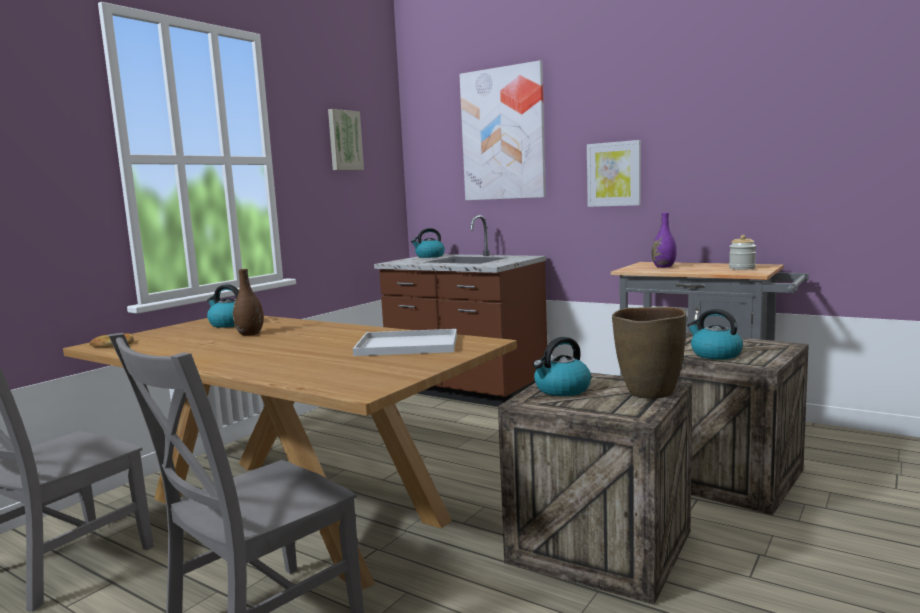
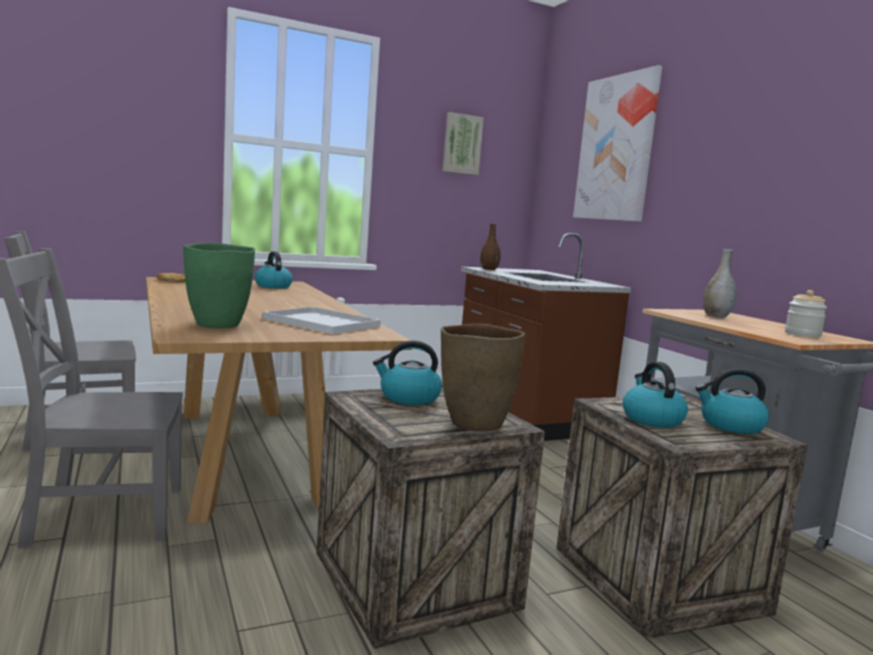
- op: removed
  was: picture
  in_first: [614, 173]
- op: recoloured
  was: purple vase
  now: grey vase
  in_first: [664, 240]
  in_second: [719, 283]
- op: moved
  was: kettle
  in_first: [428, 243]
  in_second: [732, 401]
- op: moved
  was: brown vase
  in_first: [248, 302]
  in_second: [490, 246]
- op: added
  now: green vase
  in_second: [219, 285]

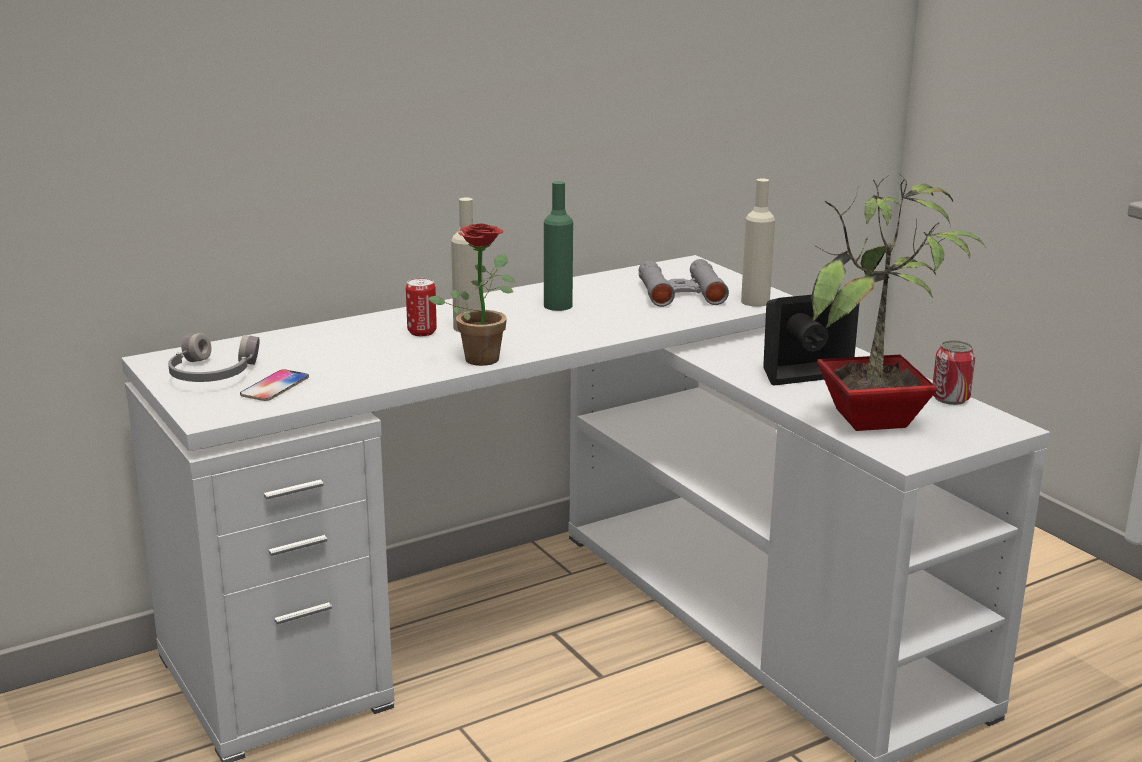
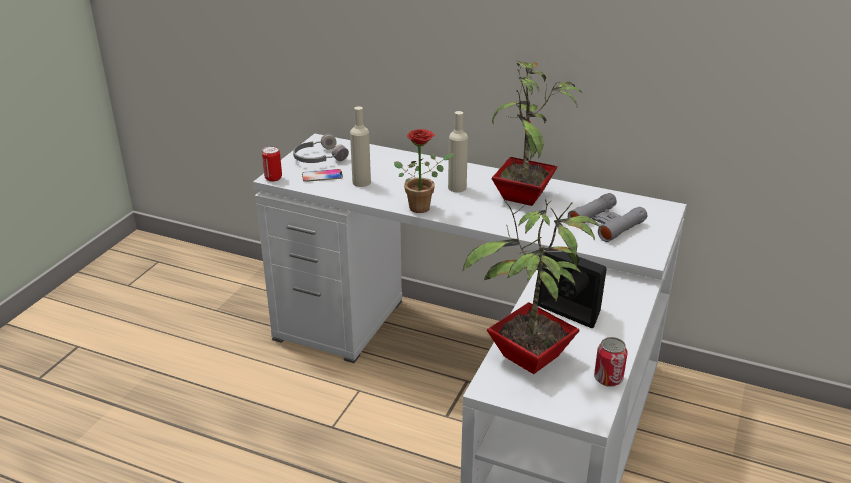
- op: moved
  was: beige bottle
  in_first: [758, 242]
  in_second: [360, 146]
- op: replaced
  was: green bottle
  now: potted plant
  in_first: [558, 246]
  in_second: [537, 133]
- op: moved
  was: can
  in_first: [421, 307]
  in_second: [272, 164]

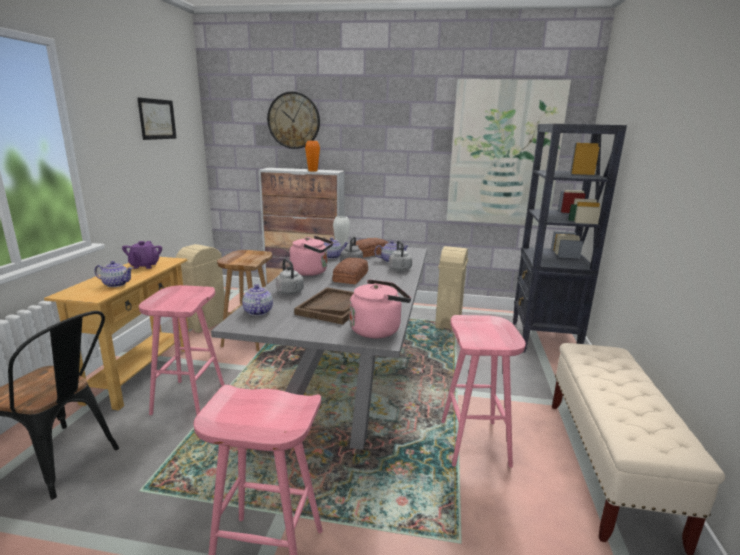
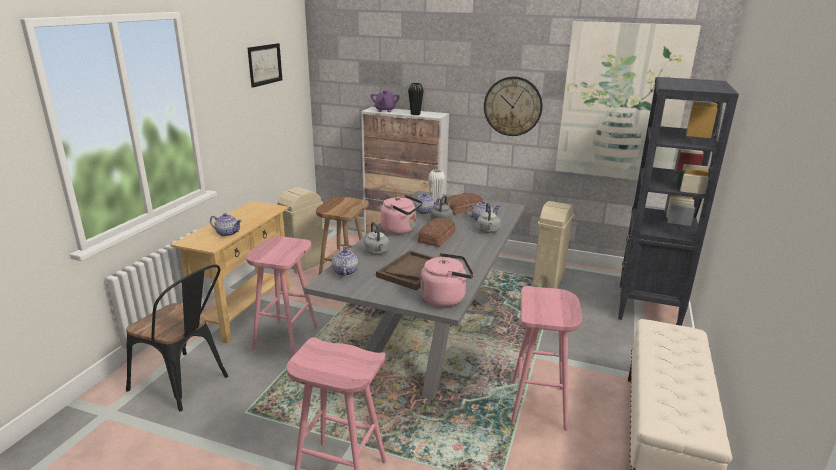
- op: moved
  was: wall clock
  in_first: [293, 120]
  in_second: [513, 106]
- op: recoloured
  was: orange vase
  now: black vase
  in_first: [312, 156]
  in_second: [416, 99]
- op: moved
  was: purple teapot
  in_first: [142, 255]
  in_second: [385, 101]

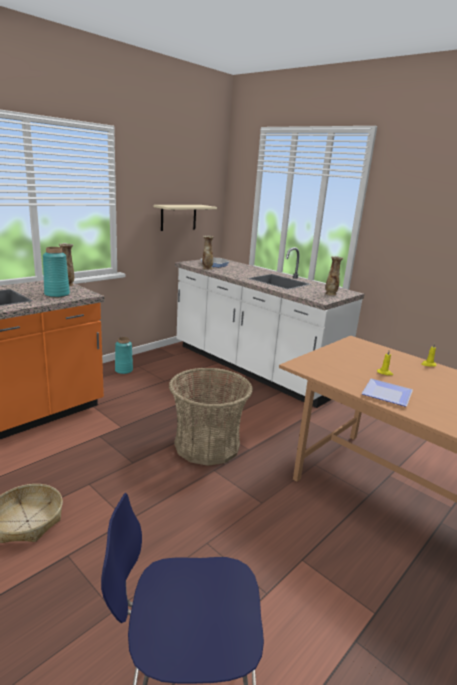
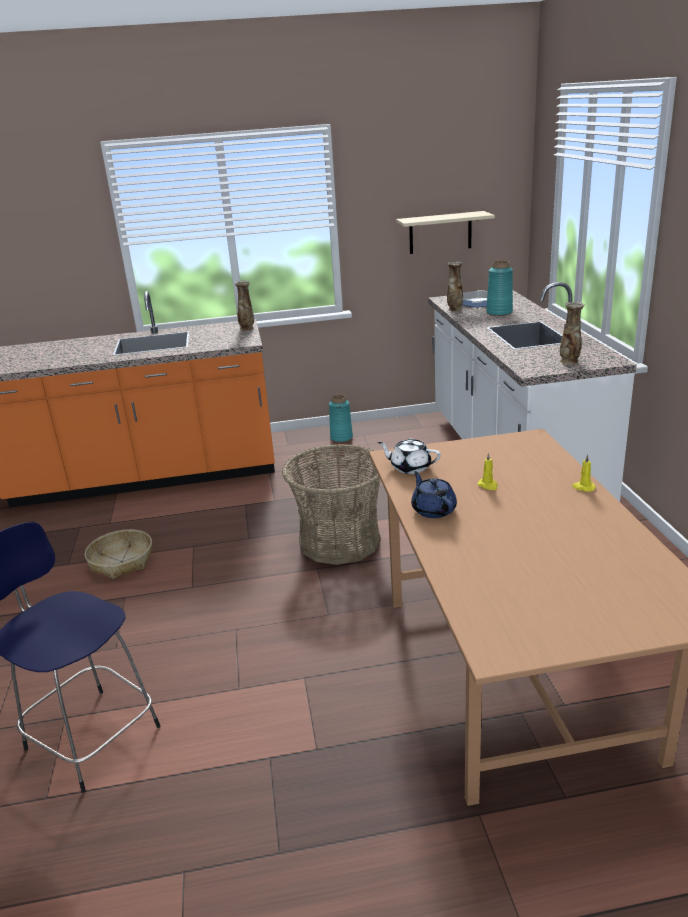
- op: moved
  was: turquoise vase
  in_first: [56, 272]
  in_second: [499, 288]
- op: replaced
  was: plate
  now: blue teapot
  in_first: [387, 393]
  in_second: [434, 494]
- op: added
  now: white teapot
  in_second: [409, 456]

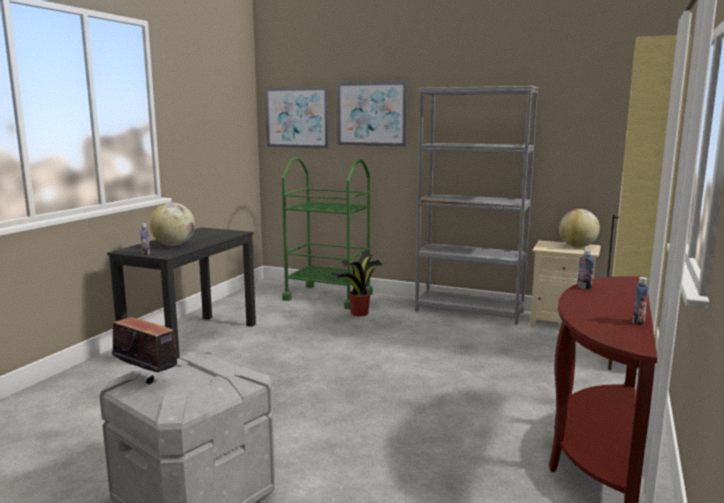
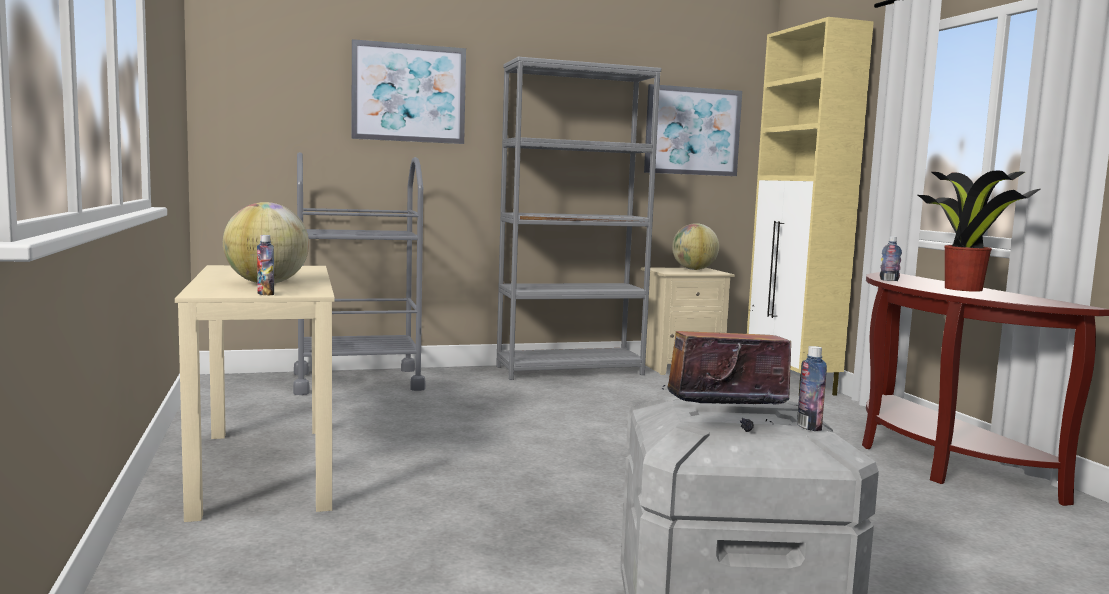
- op: moved
  was: picture
  in_first: [297, 117]
  in_second: [693, 130]
- op: recoloured
  was: green cart
  now: grey cart
  in_first: [327, 233]
  in_second: [359, 273]
- op: recoloured
  was: black desk
  now: beige desk
  in_first: [181, 293]
  in_second: [255, 393]
- op: moved
  was: potted plant
  in_first: [358, 283]
  in_second: [979, 231]
- op: moved
  was: bottle
  in_first: [641, 301]
  in_second: [812, 388]

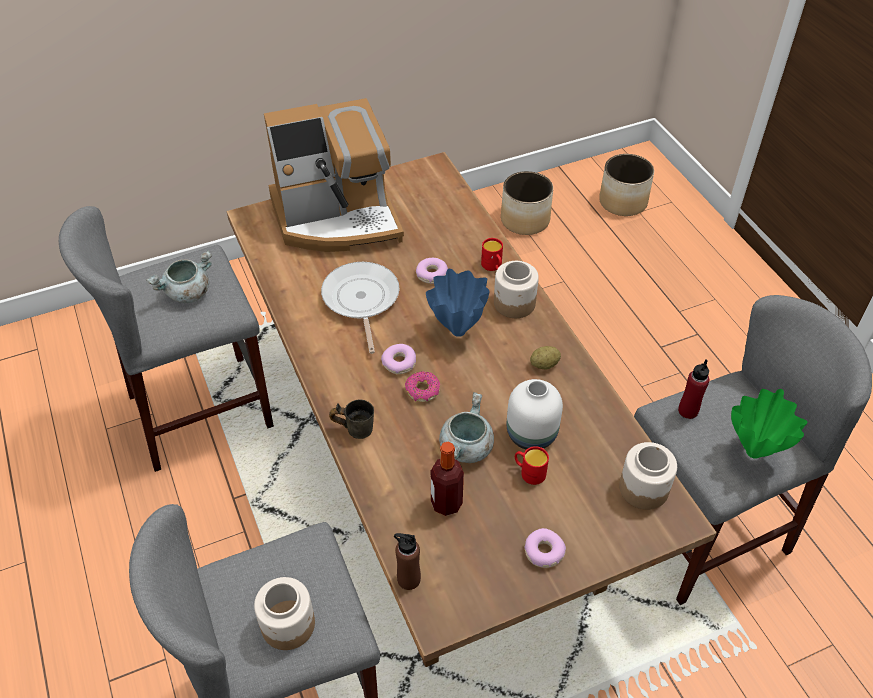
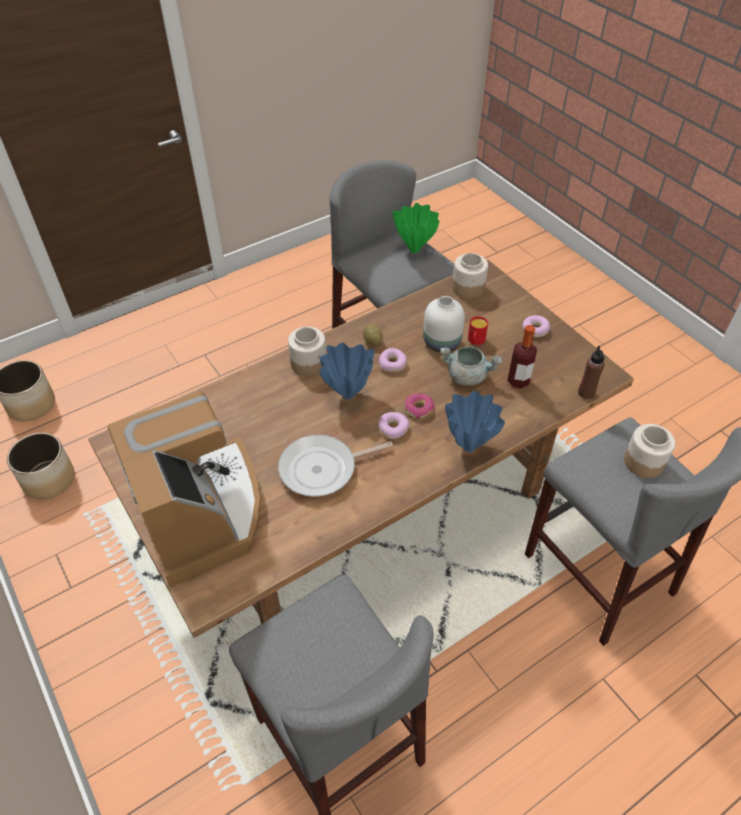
- op: removed
  was: red mug
  in_first: [492, 254]
- op: removed
  was: grey cooking pot
  in_first: [179, 276]
- op: moved
  was: donut
  in_first: [432, 271]
  in_second: [393, 360]
- op: removed
  was: red bottle
  in_first: [693, 389]
- op: replaced
  was: grey mug
  now: blue vase
  in_first: [351, 419]
  in_second: [475, 421]

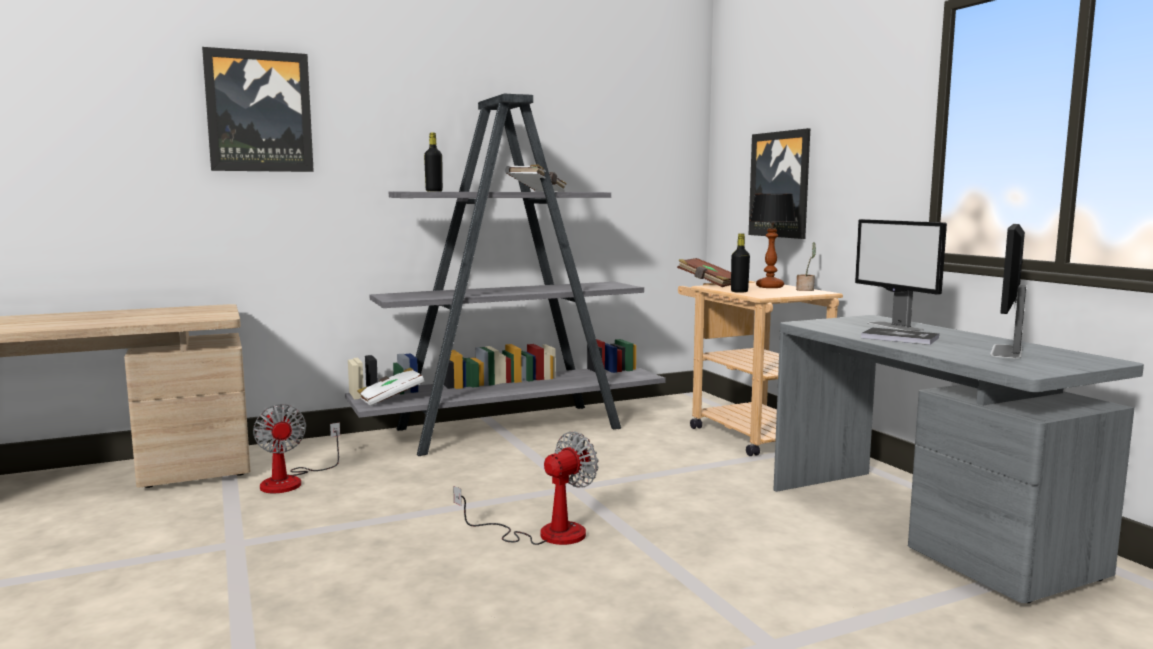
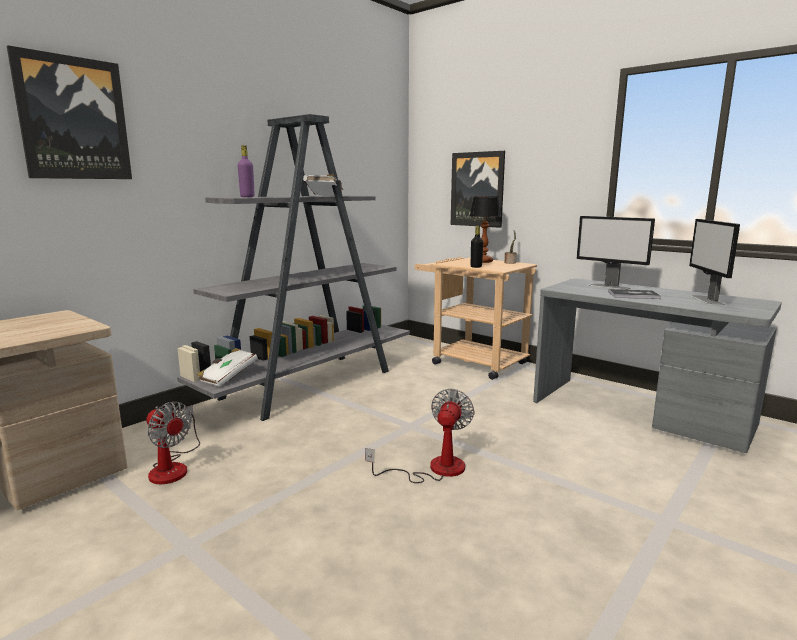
- op: recoloured
  was: black bottle
  now: purple bottle
  in_first: [433, 162]
  in_second: [246, 171]
- op: removed
  was: brown book
  in_first: [704, 272]

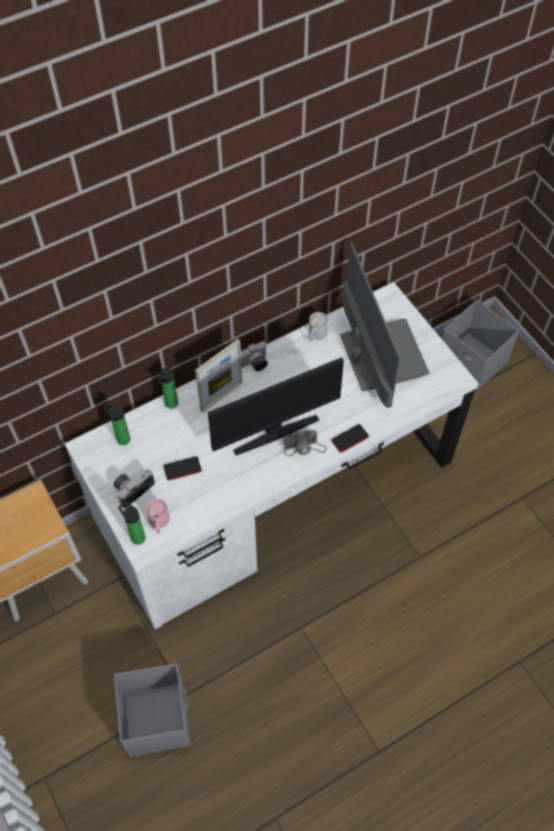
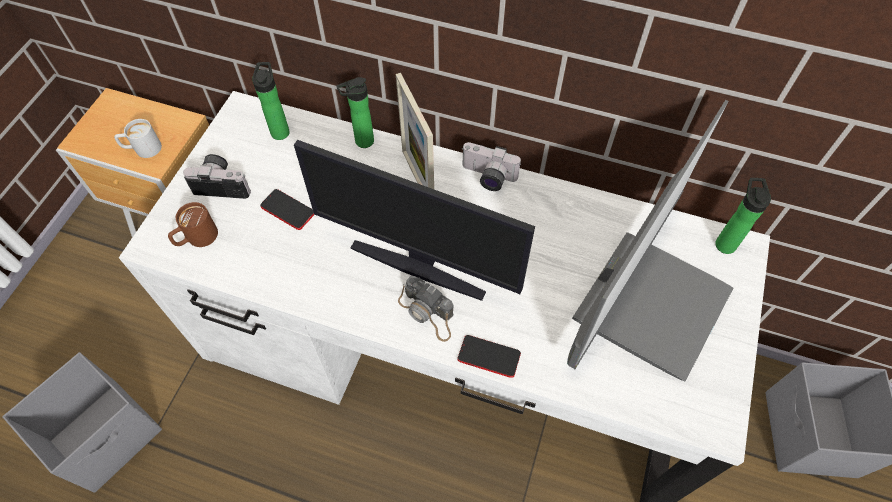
- op: moved
  was: white mug
  in_first: [318, 327]
  in_second: [138, 138]
- op: turned
  was: picture frame
  in_first: [219, 375]
  in_second: [415, 131]
  clockwise: 60
- op: recoloured
  was: pink mug
  now: brown mug
  in_first: [158, 516]
  in_second: [193, 224]
- op: moved
  was: bottle
  in_first: [132, 523]
  in_second: [743, 216]

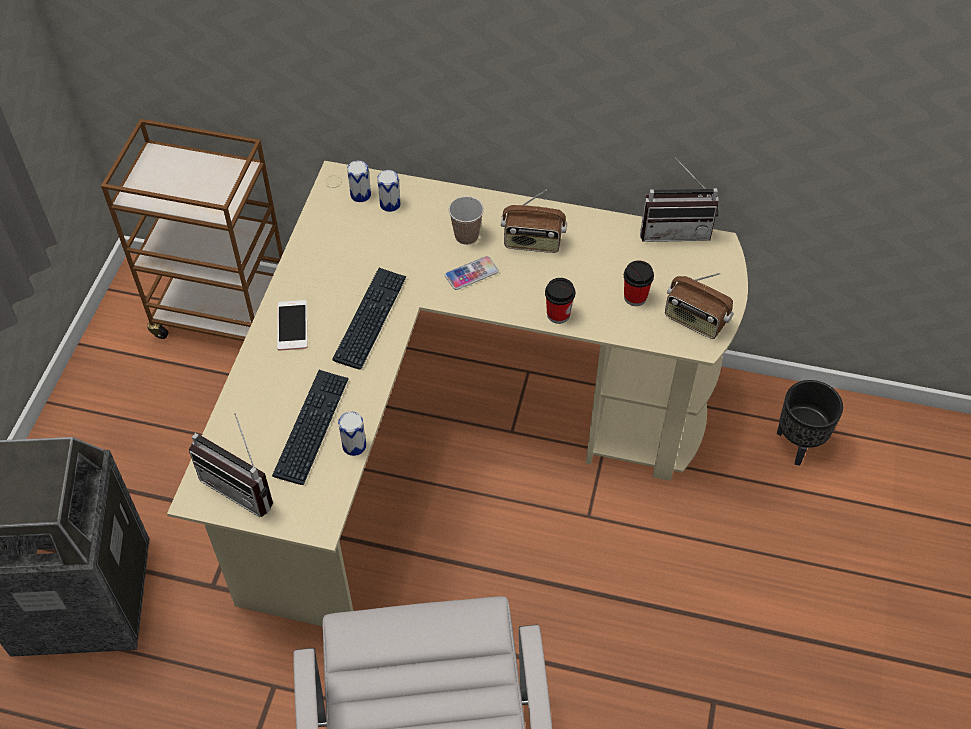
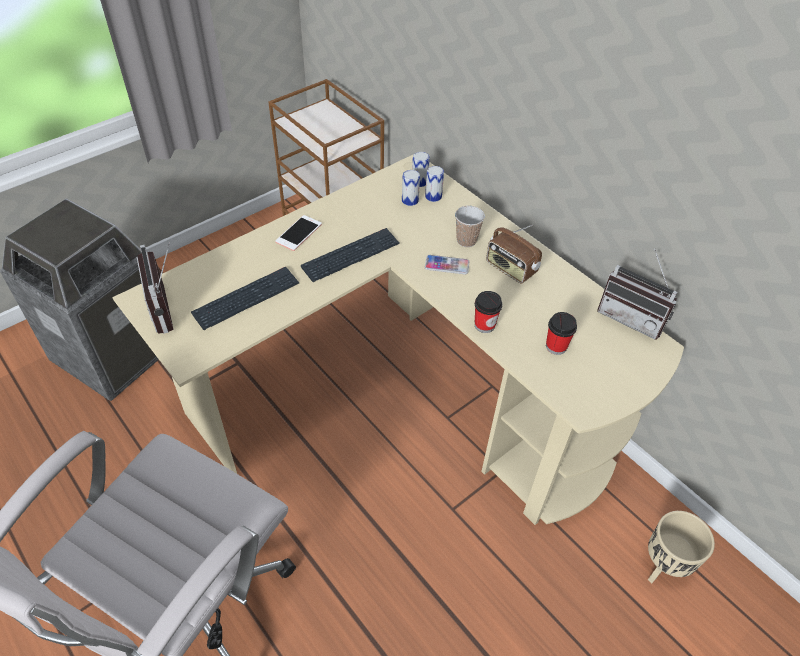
- op: removed
  was: radio
  in_first: [699, 306]
- op: recoloured
  was: black planter
  now: beige planter
  in_first: [810, 423]
  in_second: [681, 547]
- op: moved
  was: can
  in_first: [352, 433]
  in_second: [411, 188]

